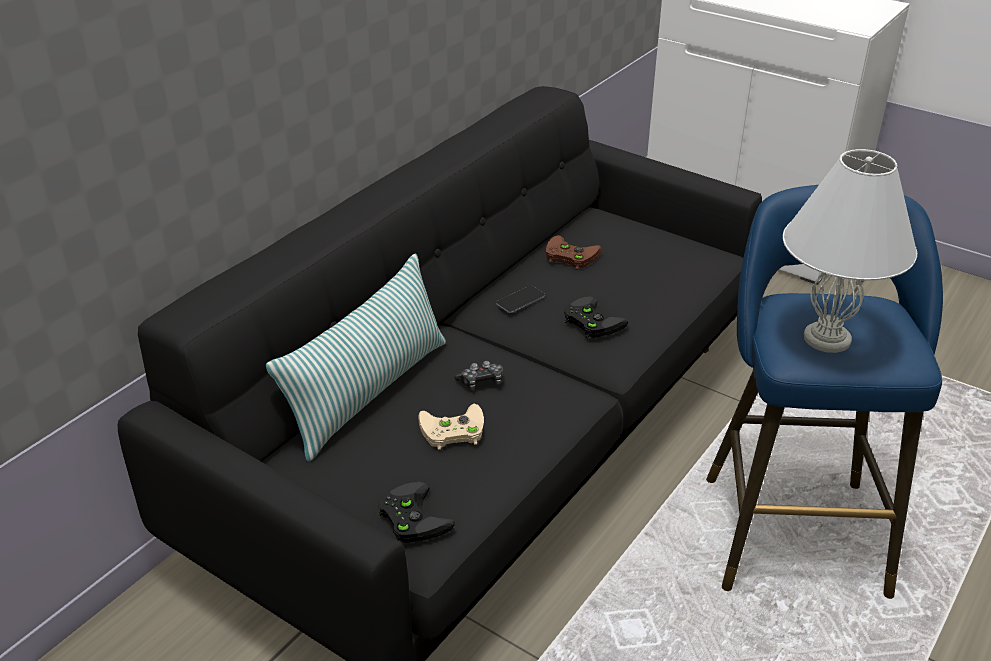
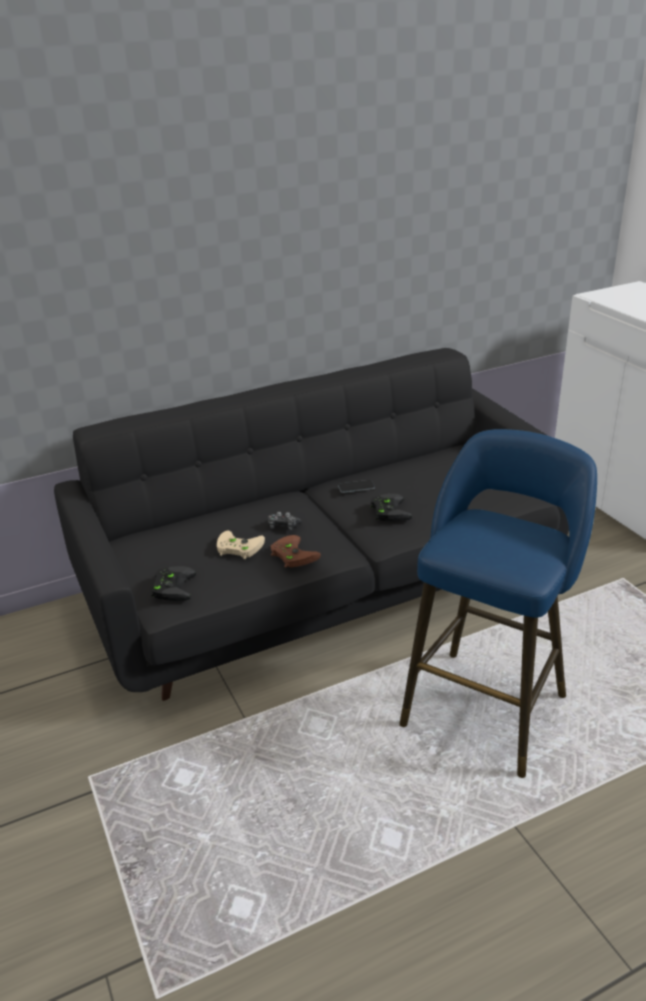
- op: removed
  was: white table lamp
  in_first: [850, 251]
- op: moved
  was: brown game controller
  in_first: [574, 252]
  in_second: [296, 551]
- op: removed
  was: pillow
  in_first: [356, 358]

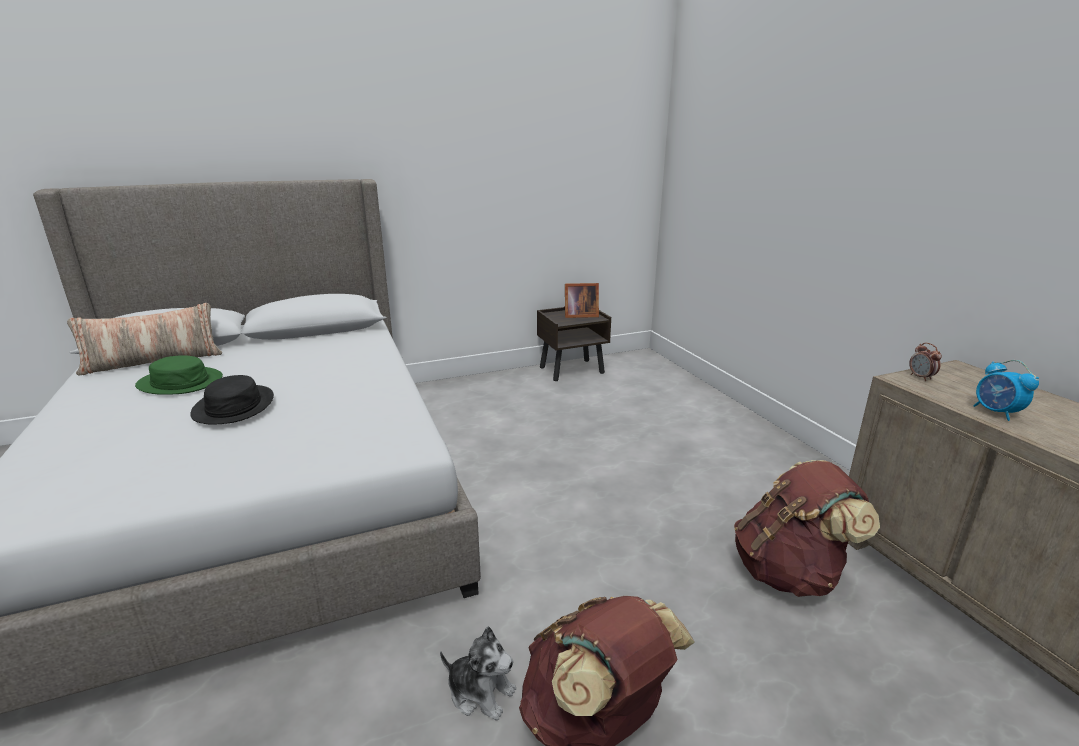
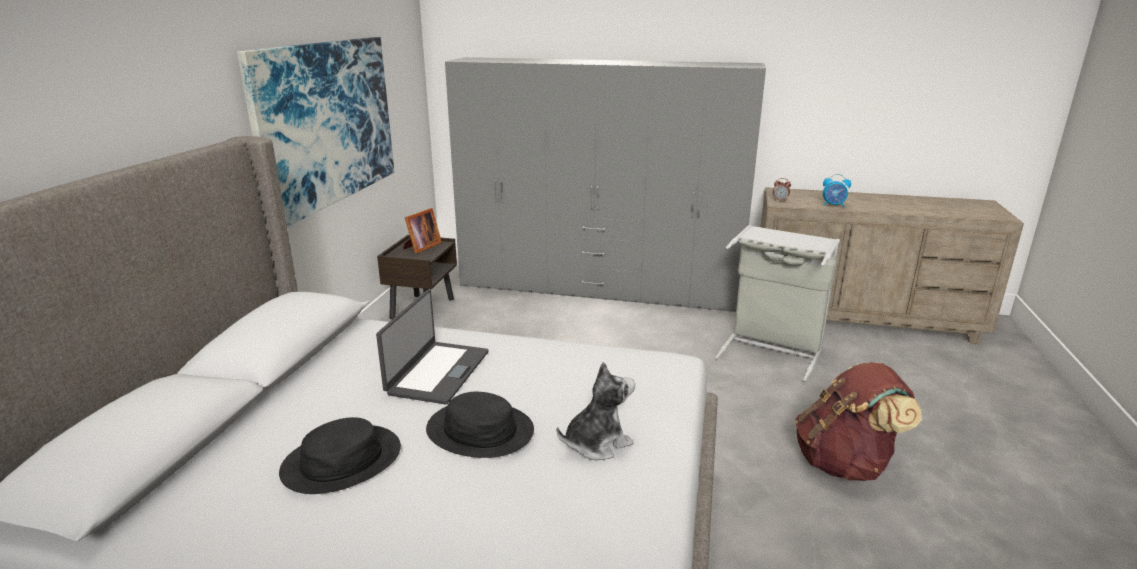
- op: removed
  was: pillow
  in_first: [144, 339]
- op: recoloured
  was: green hat
  now: black hat
  in_first: [179, 375]
  in_second: [340, 455]
- op: replaced
  was: brown backpack
  now: grey laundry basket
  in_first: [807, 528]
  in_second: [777, 303]
- op: moved
  was: plush toy
  in_first: [478, 673]
  in_second: [596, 411]
- op: added
  now: picture
  in_second: [315, 132]
- op: added
  now: grey wardrobe
  in_second: [605, 184]
- op: added
  now: laptop
  in_second: [432, 347]

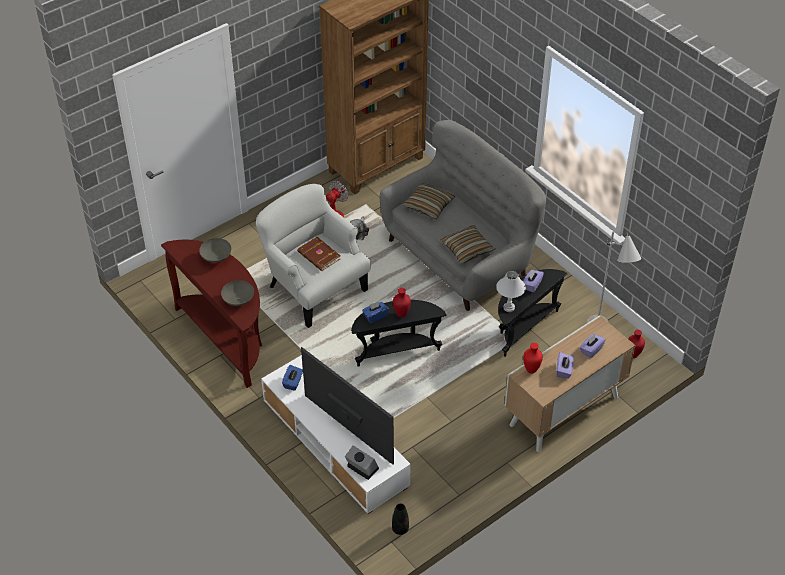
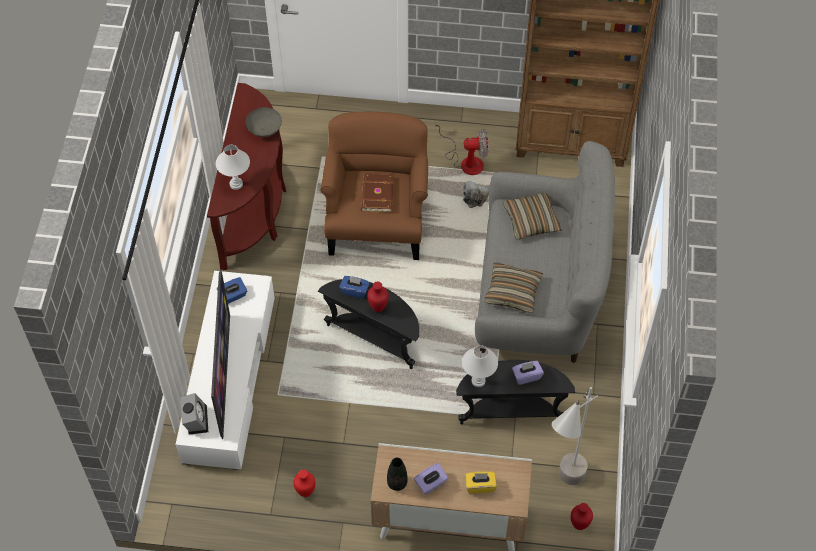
- op: recoloured
  was: white armchair
  now: brown armchair
  in_first: [313, 256]
  in_second: [374, 186]
- op: replaced
  was: grey bowl
  now: white table lamp
  in_first: [237, 293]
  in_second: [233, 167]
- op: recoloured
  was: purple tissue box
  now: yellow tissue box
  in_first: [593, 346]
  in_second: [481, 482]
- op: moved
  was: red vase
  in_first: [533, 358]
  in_second: [304, 483]
- op: moved
  was: black vase
  in_first: [400, 519]
  in_second: [397, 474]

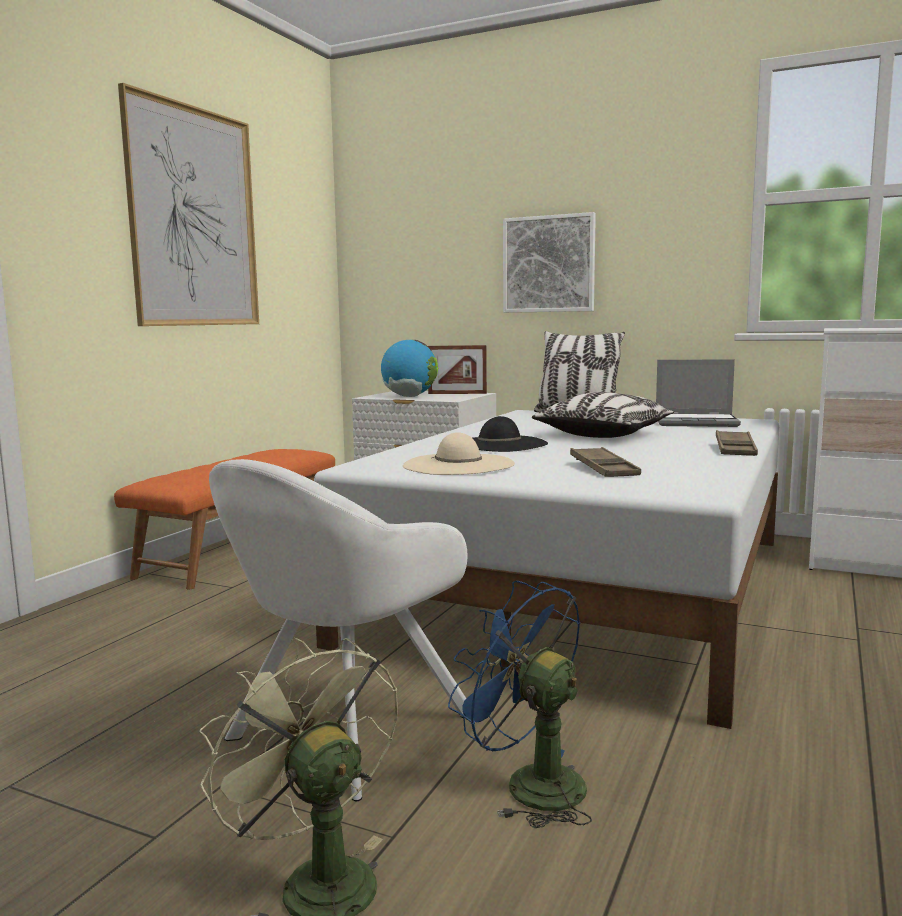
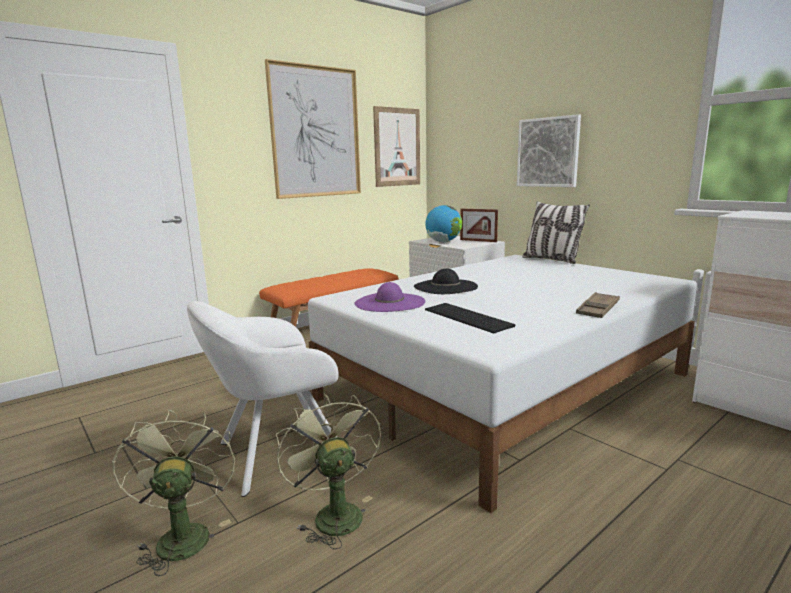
- op: removed
  was: laptop
  in_first: [698, 393]
- op: removed
  was: pillow
  in_first: [603, 415]
- op: recoloured
  was: beige hat
  now: purple hat
  in_first: [459, 453]
  in_second: [389, 297]
- op: replaced
  was: brown tray
  now: keyboard
  in_first: [605, 462]
  in_second: [470, 318]
- op: recoloured
  was: blue fan
  now: green fan
  in_first: [520, 704]
  in_second: [328, 471]
- op: added
  now: picture
  in_second: [396, 146]

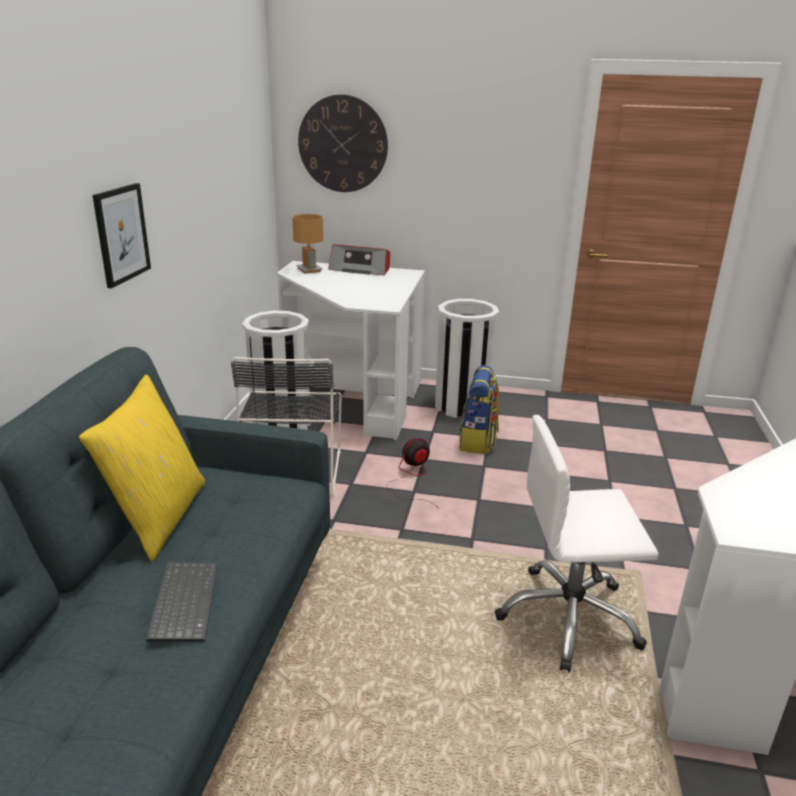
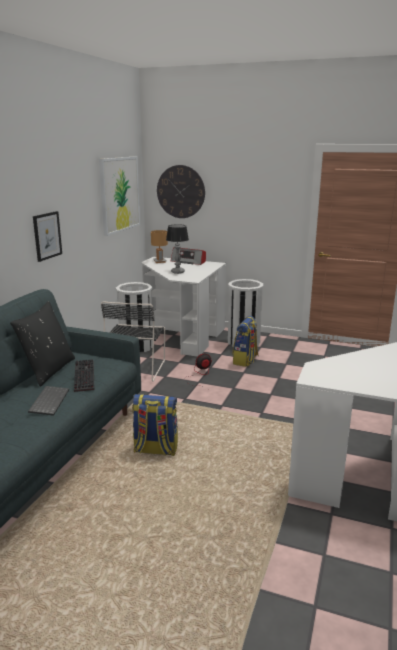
- op: recoloured
  was: yellow pillow
  now: black pillow
  in_first: [142, 468]
  in_second: [42, 344]
- op: removed
  was: white office chair
  in_first: [577, 543]
- op: added
  now: picture
  in_second: [119, 196]
- op: added
  now: table lamp
  in_second: [177, 249]
- op: added
  now: keyboard
  in_second: [84, 375]
- op: added
  now: backpack
  in_second: [155, 425]

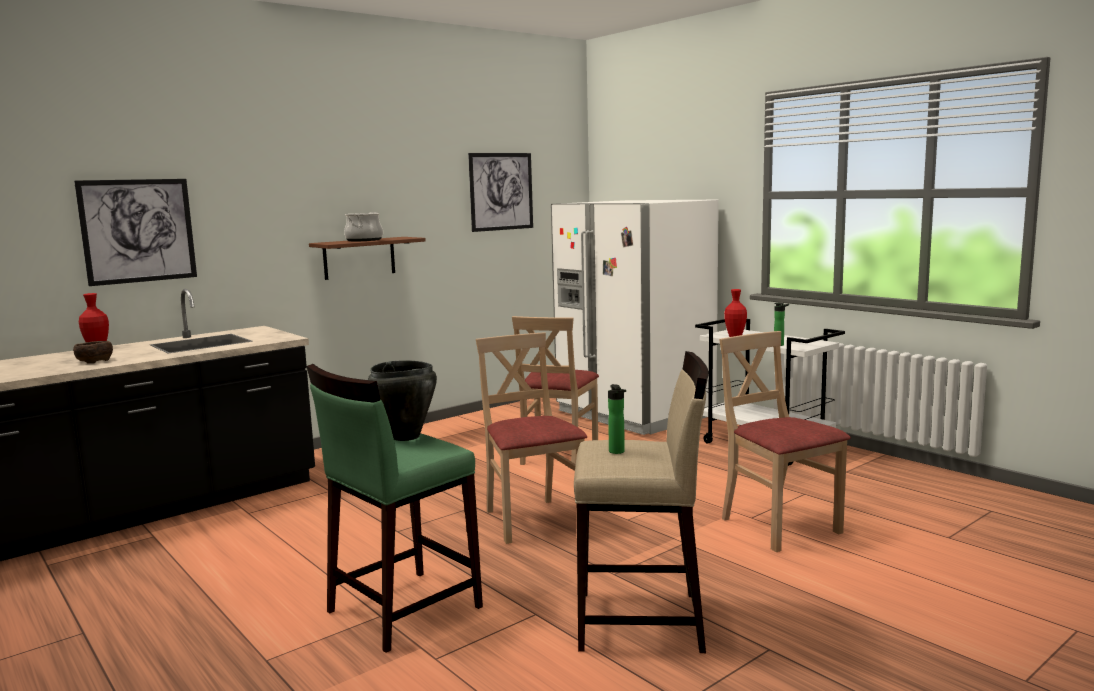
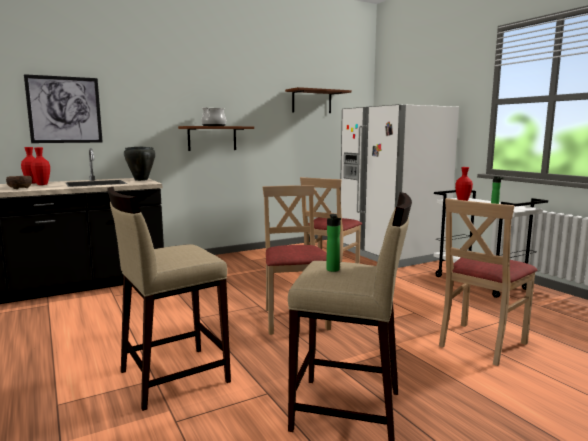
- op: replaced
  was: picture
  now: brown shelf
  in_first: [500, 192]
  in_second: [318, 100]
- op: turned
  was: beige chair
  in_first: [785, 441]
  in_second: [488, 282]
  clockwise: -120
- op: moved
  was: black cooking pot
  in_first: [402, 400]
  in_second: [140, 163]
- op: recoloured
  was: green stool
  now: beige stool
  in_first: [394, 508]
  in_second: [169, 299]
- op: added
  now: red vase
  in_second: [40, 166]

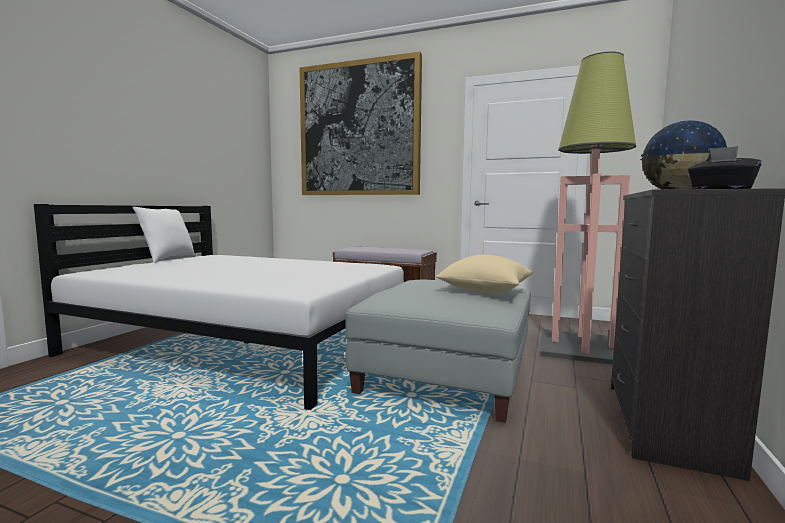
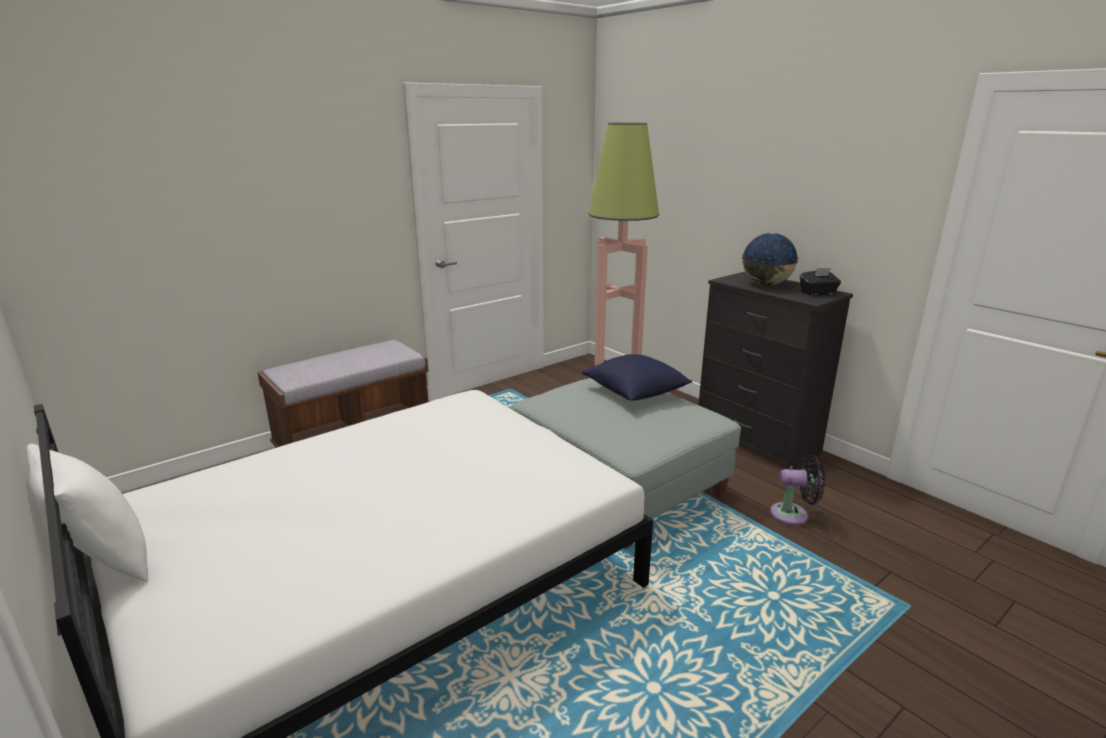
- op: removed
  was: picture
  in_first: [361, 123]
- op: recoloured
  was: beige pillow
  now: blue pillow
  in_first: [484, 274]
  in_second: [637, 377]
- op: added
  now: black fan
  in_second: [797, 490]

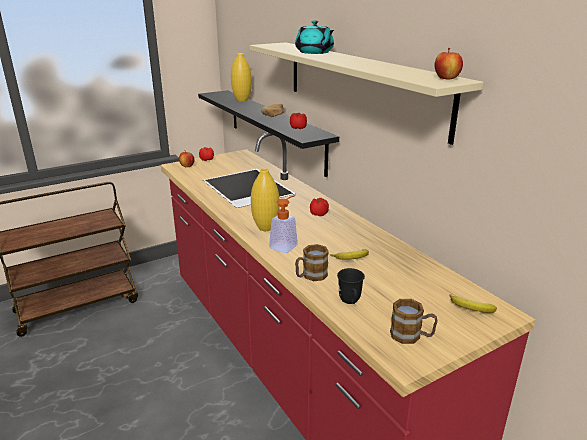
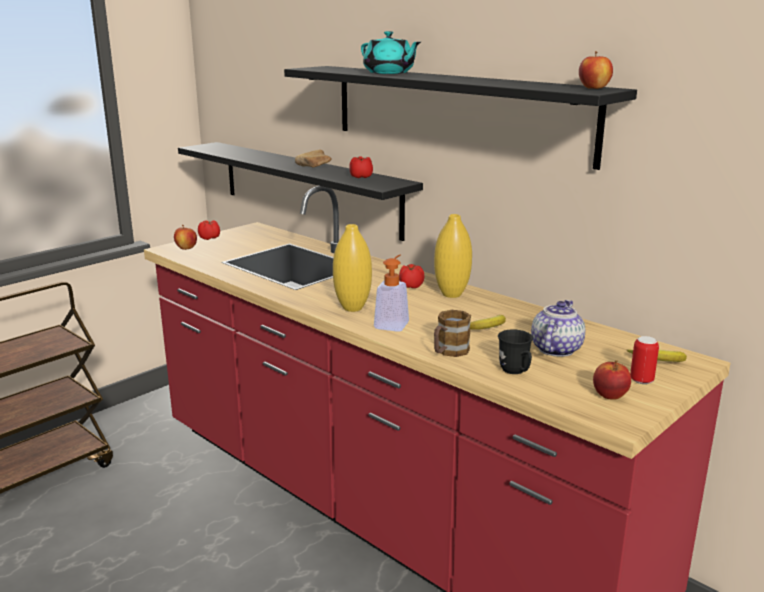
- op: recoloured
  was: beige shelf
  now: black shelf
  in_first: [367, 93]
  in_second: [460, 118]
- op: moved
  was: yellow vase
  in_first: [241, 77]
  in_second: [453, 256]
- op: replaced
  was: mug
  now: apple
  in_first: [413, 321]
  in_second: [612, 380]
- op: added
  now: teapot
  in_second: [558, 328]
- op: added
  now: can
  in_second: [644, 360]

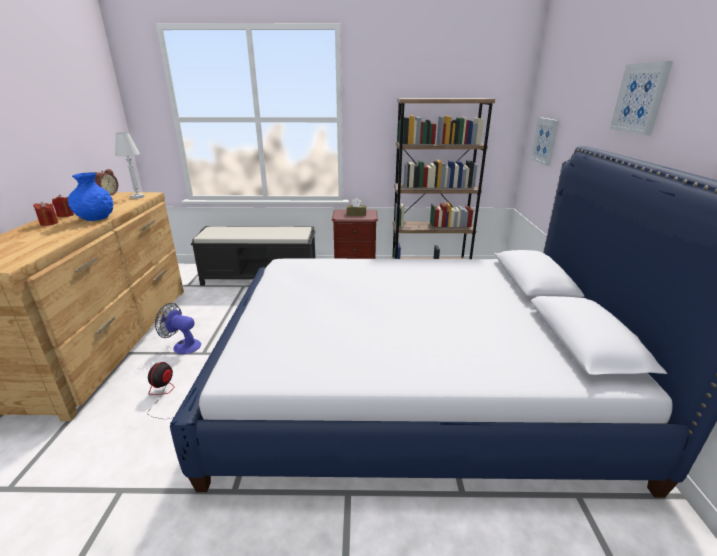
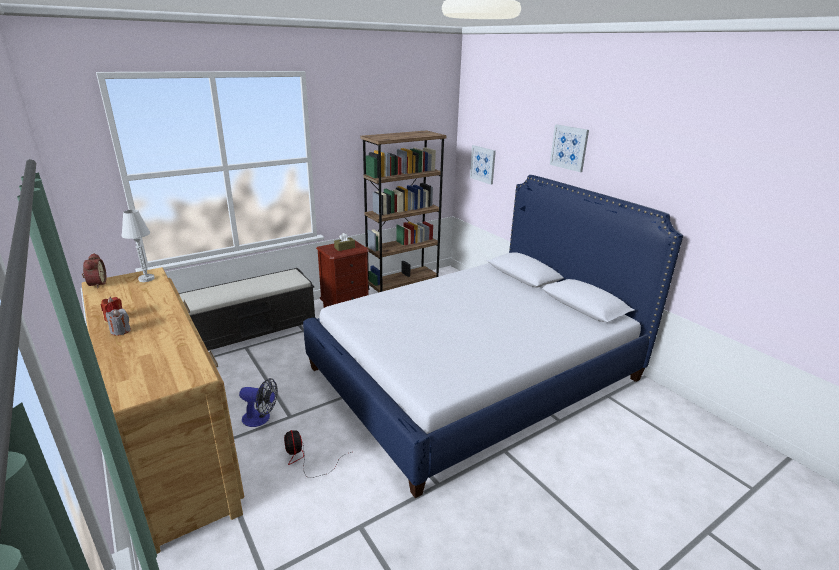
- op: removed
  was: blue vase
  in_first: [90, 196]
- op: recoloured
  was: red candle
  now: grey candle
  in_first: [45, 214]
  in_second: [118, 322]
- op: turned
  was: fan
  in_first: [178, 328]
  in_second: [258, 402]
  clockwise: -150

